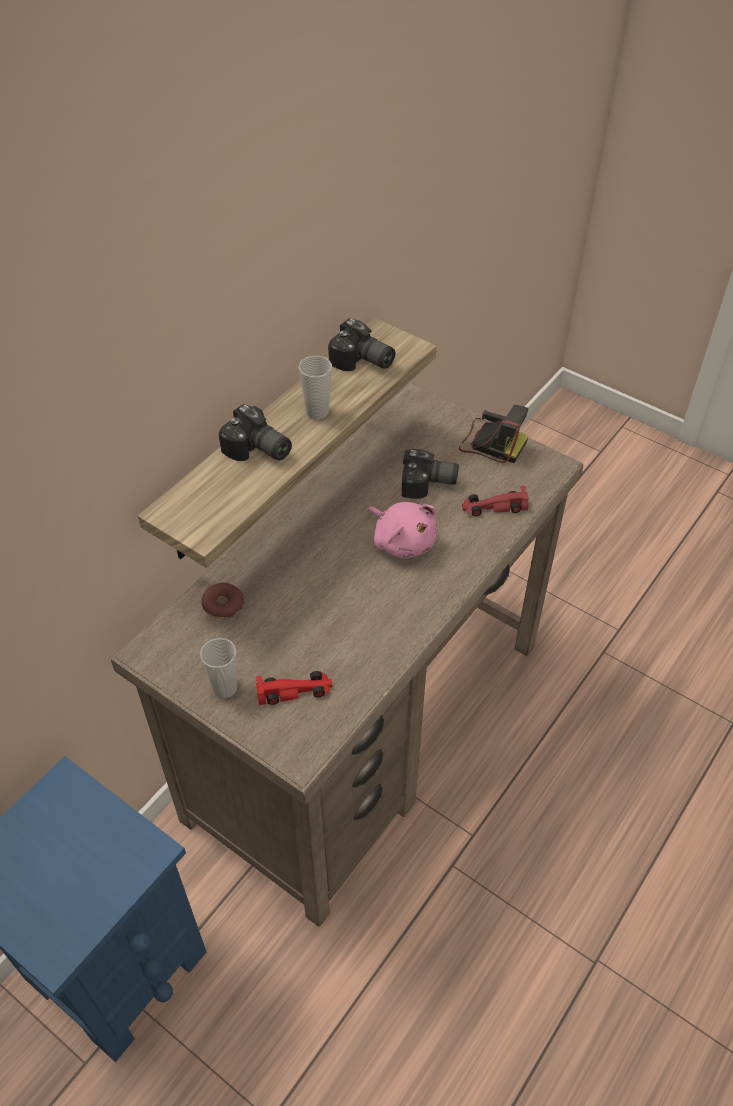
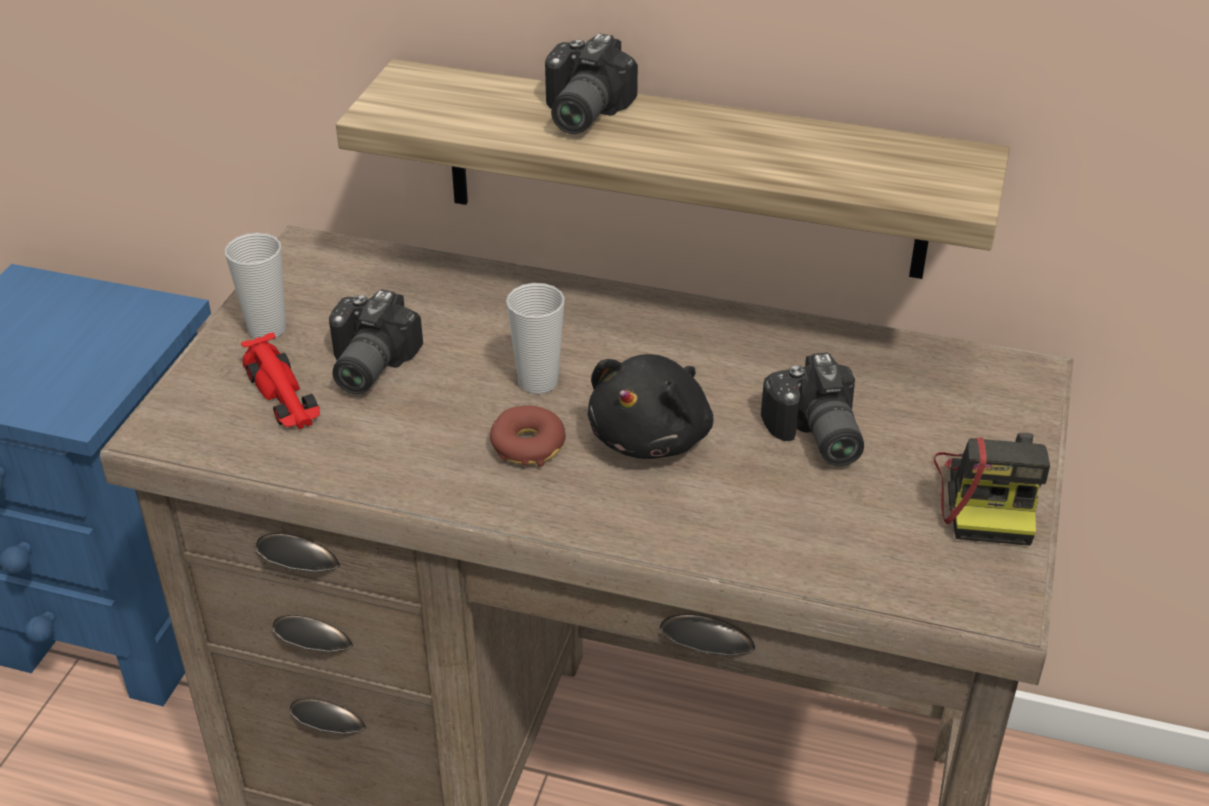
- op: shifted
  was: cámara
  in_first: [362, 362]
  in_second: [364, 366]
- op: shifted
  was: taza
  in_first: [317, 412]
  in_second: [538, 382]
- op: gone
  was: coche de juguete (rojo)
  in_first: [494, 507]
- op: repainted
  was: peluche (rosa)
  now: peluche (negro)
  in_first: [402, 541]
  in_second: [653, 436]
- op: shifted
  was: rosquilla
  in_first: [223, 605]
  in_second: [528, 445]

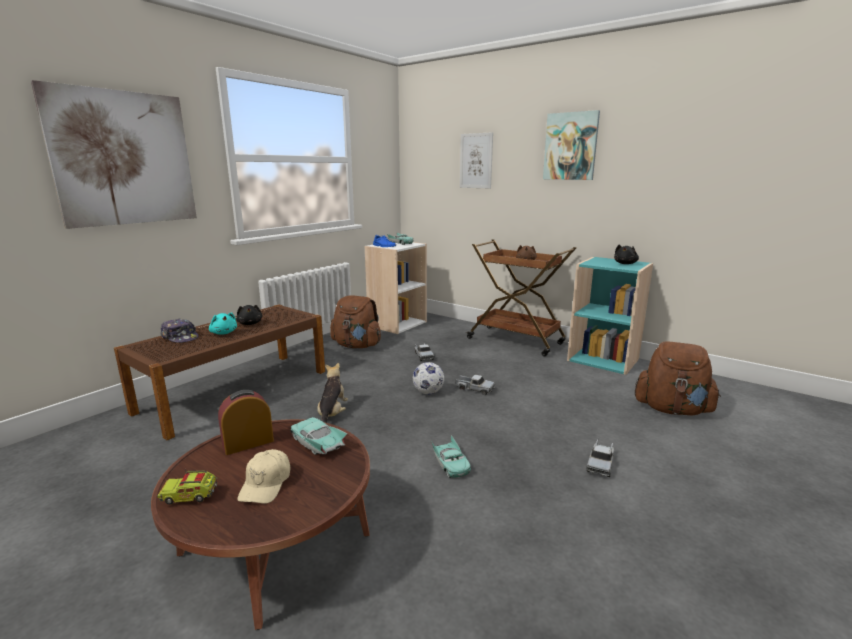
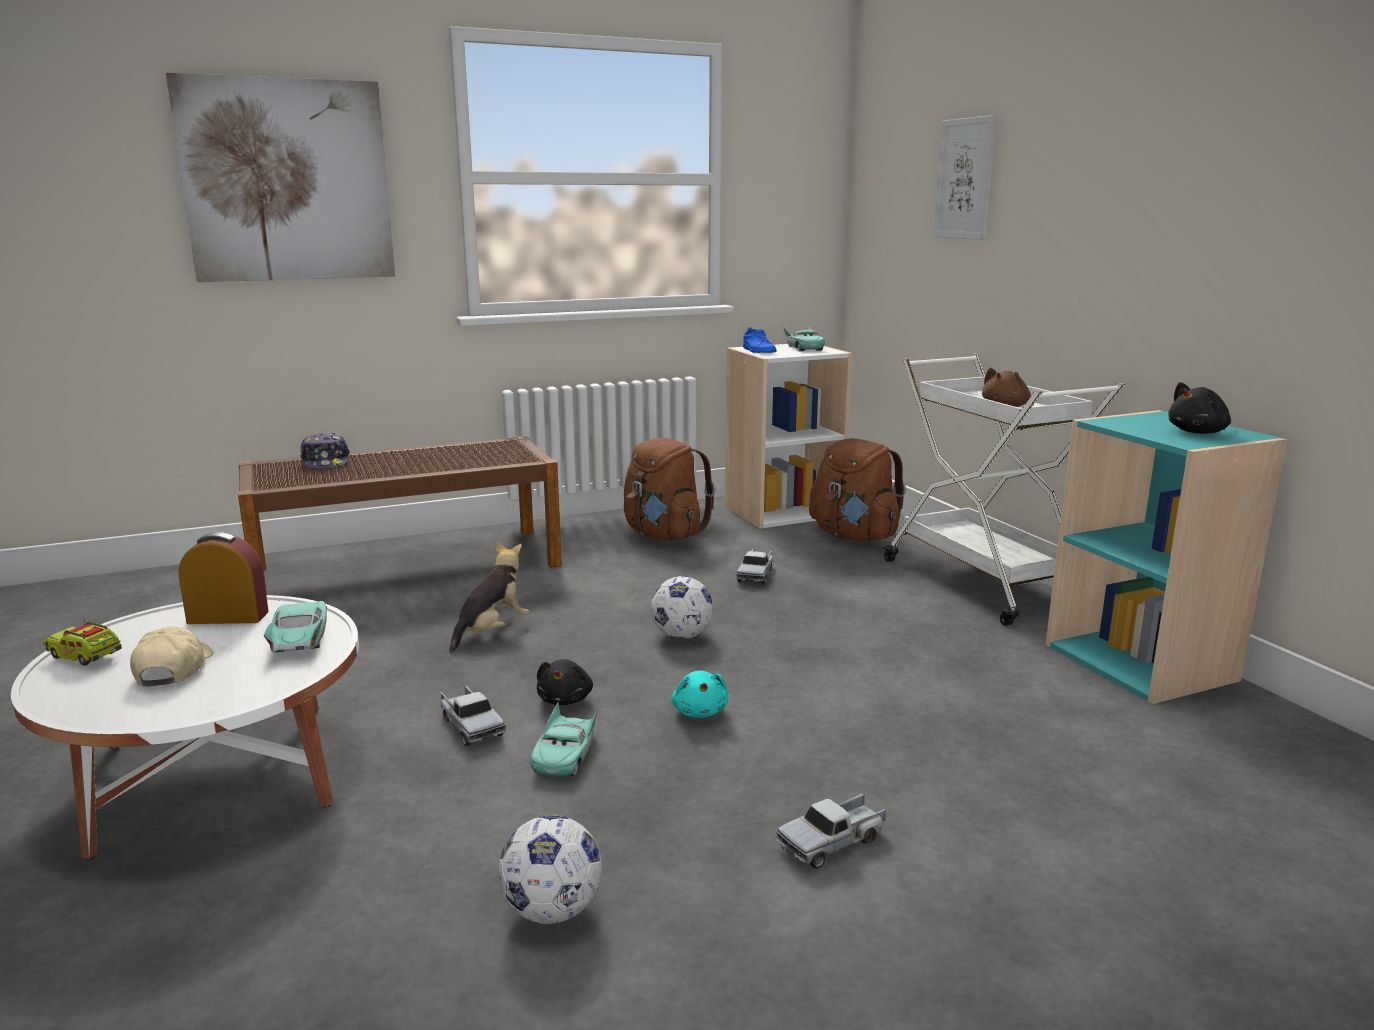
- op: gone
  was: cuadro
  in_first: [570, 146]
- op: repainted
  was: carrito (marrón)
  now: carrito (blanco)
  in_first: [515, 341]
  in_second: [980, 585]
- op: shifted
  was: peluche (negro)
  in_first: [250, 323]
  in_second: [566, 699]
- op: shifted
  was: peluche (turquesa)
  in_first: [224, 333]
  in_second: [700, 711]
- op: shifted
  was: mochila (marrón)
  in_first: [672, 409]
  in_second: [854, 536]
- op: shifted
  was: camión de juguete
  in_first: [474, 389]
  in_second: [471, 726]
- op: repainted
  was: mesa de centro (marrón)
  now: mesa de centro (blanco)
  in_first: [276, 544]
  in_second: [215, 775]
- op: rotated
  was: gorra (beis)
  in_first: [266, 484]
  in_second: [173, 669]
  clockwise: 135
- op: new
  now: balón de fútbol
  in_second: [552, 911]

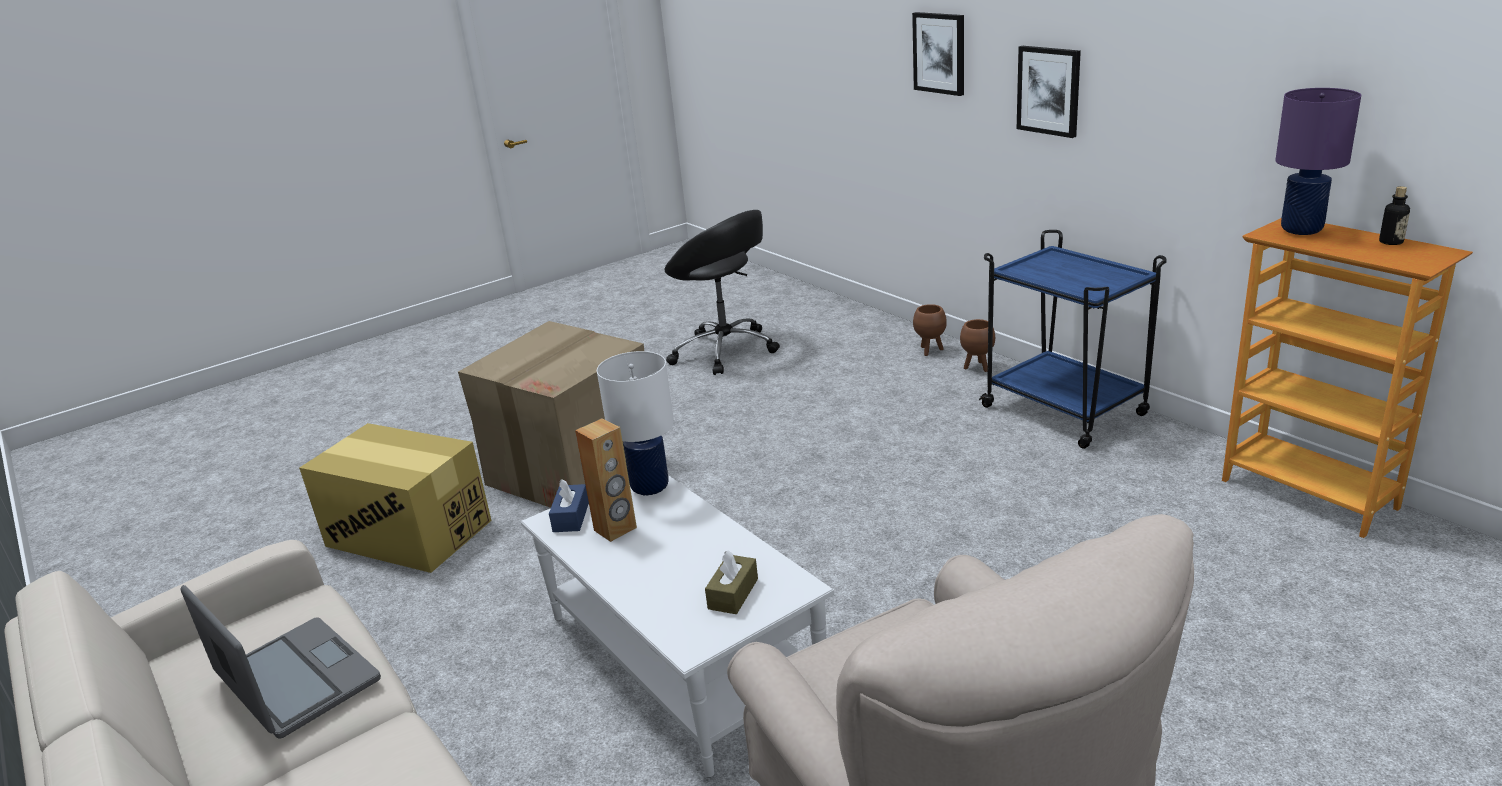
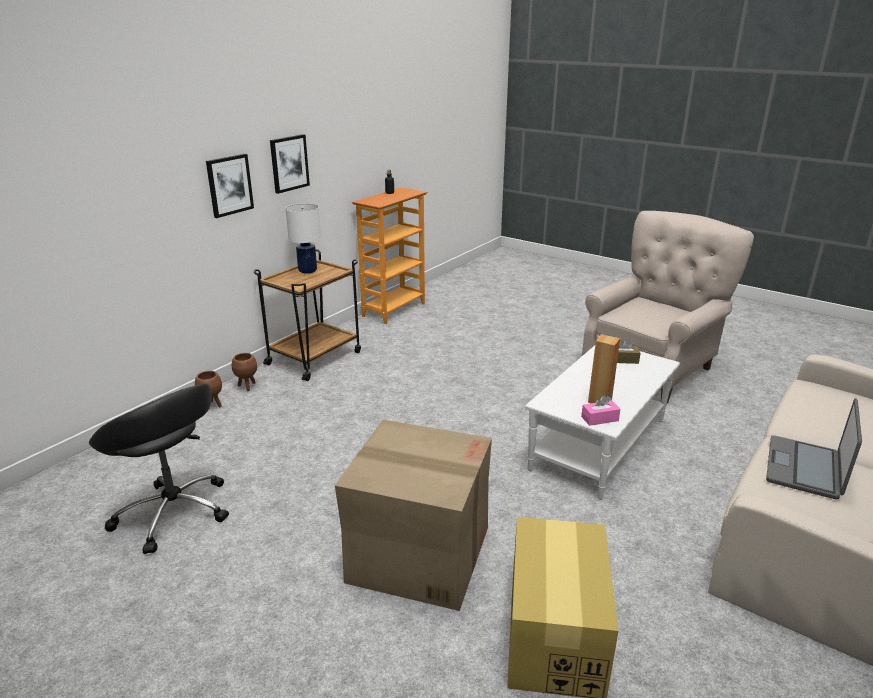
- op: shifted
  was: cuadro
  in_first: [939, 53]
  in_second: [289, 163]
- op: gone
  was: lámpara de mesa (morado)
  in_first: [1302, 232]
- op: rotated
  was: silla de oficina (negro)
  in_first: [726, 351]
  in_second: [175, 514]
  clockwise: 105
- op: repainted
  was: carrito (azul)
  now: carrito (marrón)
  in_first: [1065, 411]
  in_second: [315, 358]
- op: shifted
  was: lámpara de mesa (blanco)
  in_first: [650, 488]
  in_second: [307, 271]
- op: repainted
  was: caja de pañuelos (azul)
  now: caja de pañuelos (rosa)
  in_first: [571, 517]
  in_second: [599, 419]

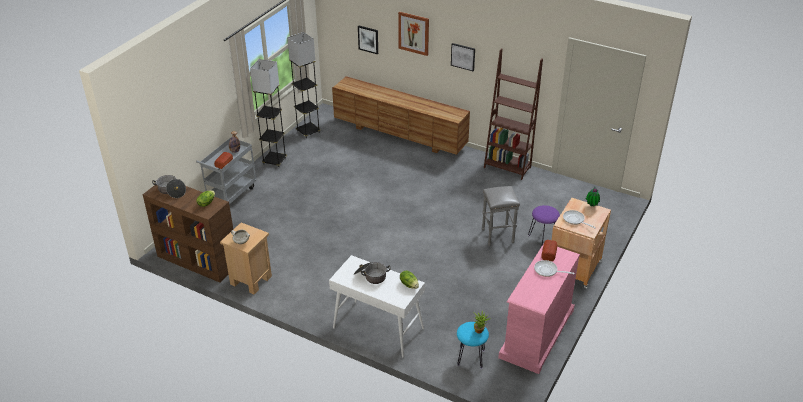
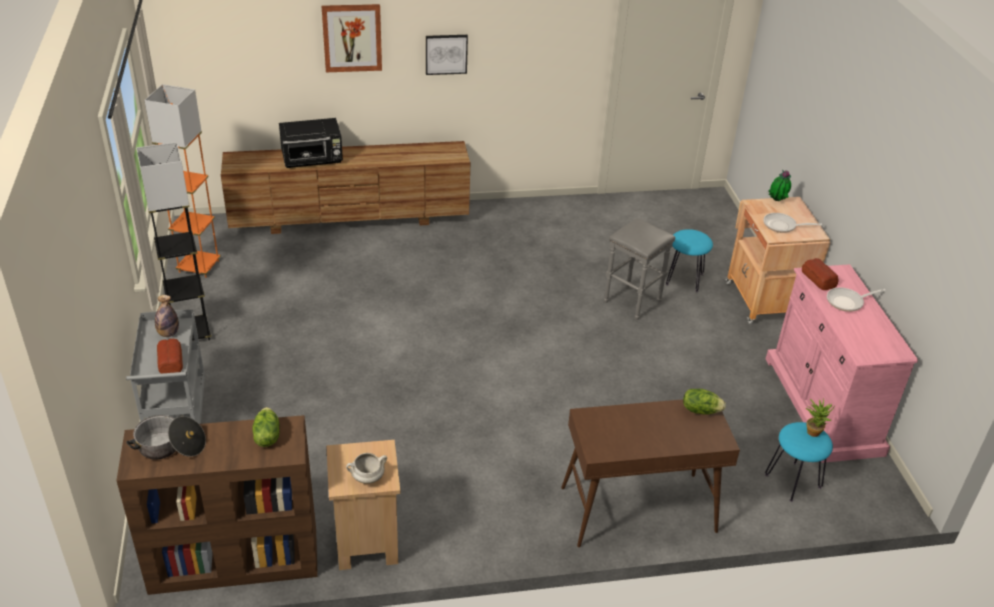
- op: gone
  was: cuadro
  in_first: [368, 39]
- op: repainted
  was: lámpara de pie (gris)
  now: lámpara de pie (naranja)
  in_first: [308, 131]
  in_second: [199, 266]
- op: gone
  was: estantería (marrón)
  in_first: [507, 167]
- op: repainted
  was: taburete (morado)
  now: taburete (turquesa)
  in_first: [542, 237]
  in_second: [684, 279]
- op: repainted
  was: mesa consola (blanco)
  now: mesa consola (marrón)
  in_first: [377, 328]
  in_second: [637, 510]
- op: gone
  was: olla
  in_first: [371, 276]
- op: new
  now: microondas (negro)
  in_second: [313, 159]

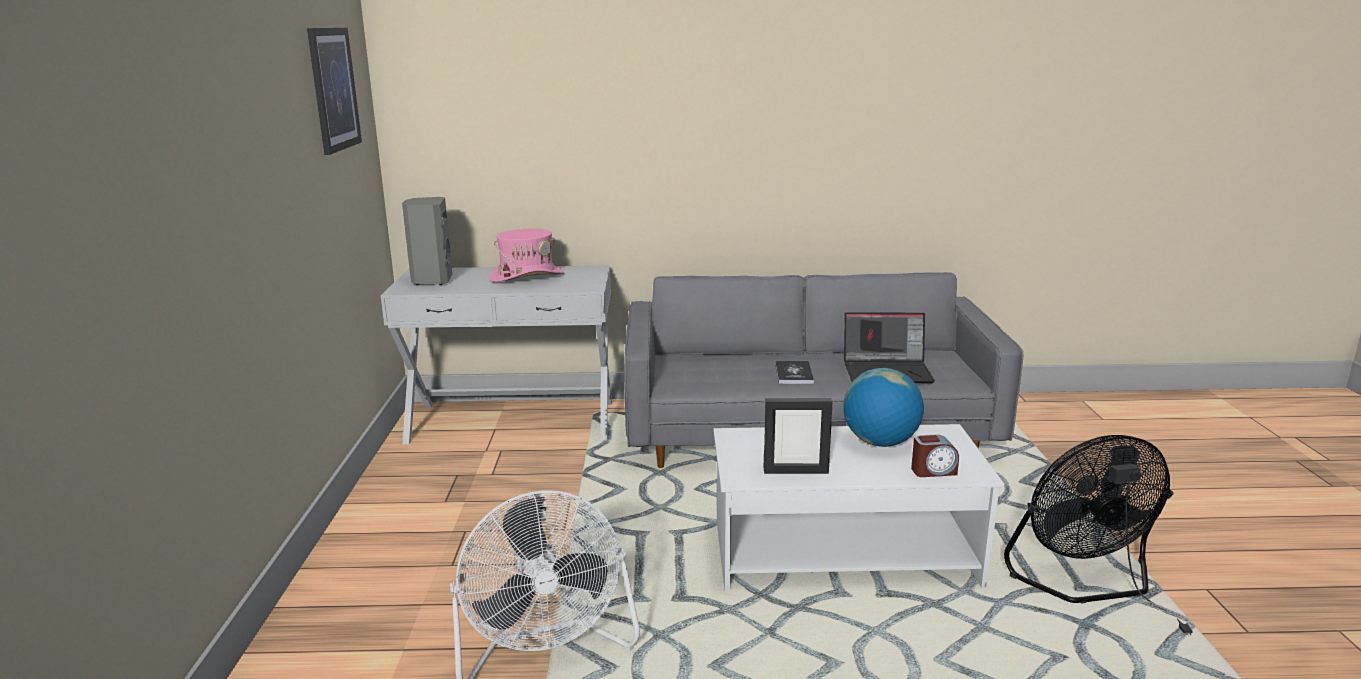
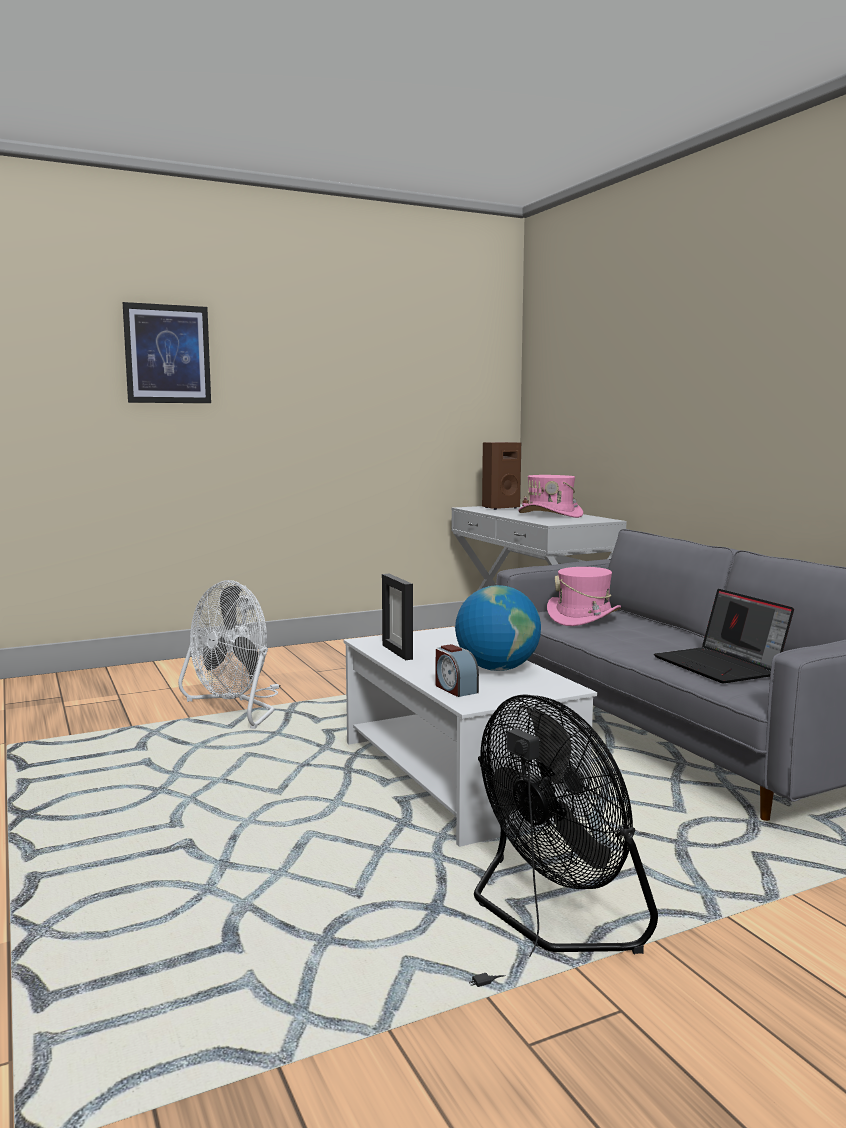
- op: shifted
  was: cuadro
  in_first: [333, 89]
  in_second: [167, 354]
- op: repainted
  was: altavoz (gris)
  now: altavoz (marrón)
  in_first: [431, 281]
  in_second: [500, 508]
- op: gone
  was: libro
  in_first: [794, 373]
- op: new
  now: sombrero (rosa)
  in_second: [583, 618]

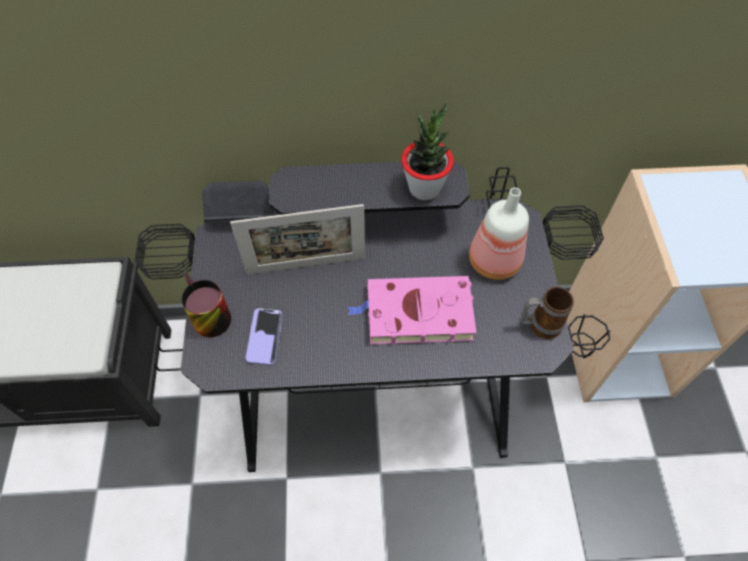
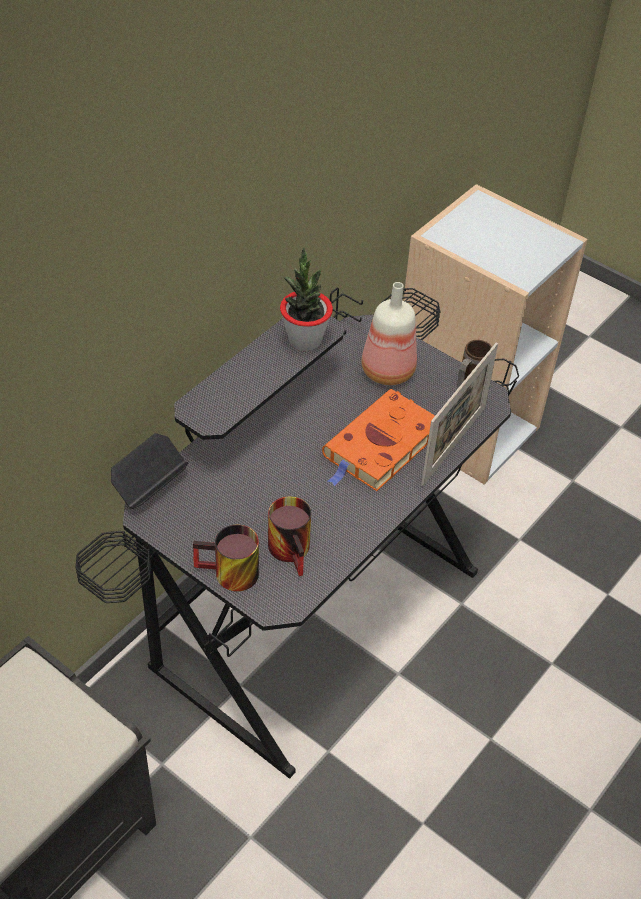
- op: shifted
  was: portarretratos
  in_first: [306, 265]
  in_second: [454, 445]
- op: repainted
  was: libro (rosa)
  now: libro (naranja)
  in_first: [415, 314]
  in_second: [380, 447]
- op: swapped
  was: móvil
  now: taza grande
  in_first: [265, 337]
  in_second: [294, 550]

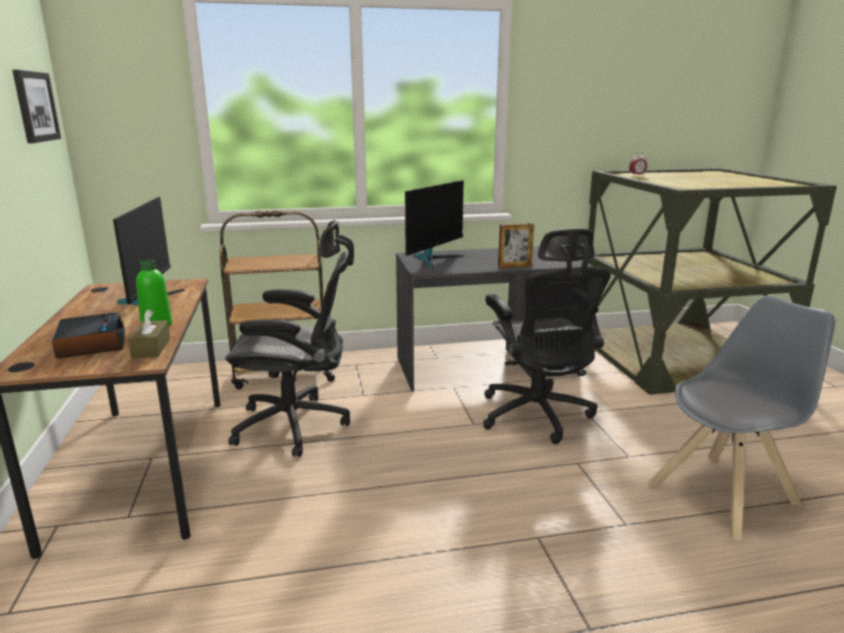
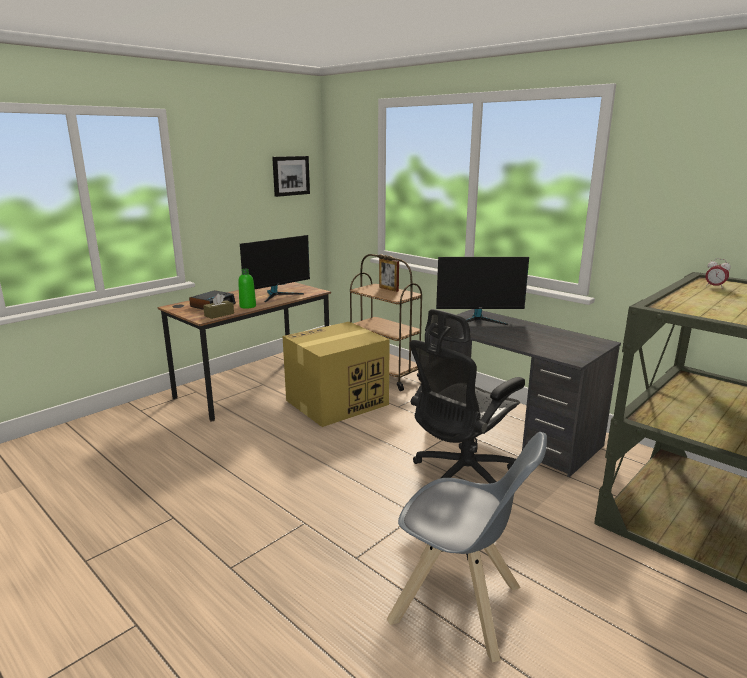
- op: swapped
  was: silla de oficina
  now: caja de cartón
  in_first: [297, 425]
  in_second: [336, 403]
- op: shifted
  was: portarretratos
  in_first: [514, 266]
  in_second: [388, 289]

